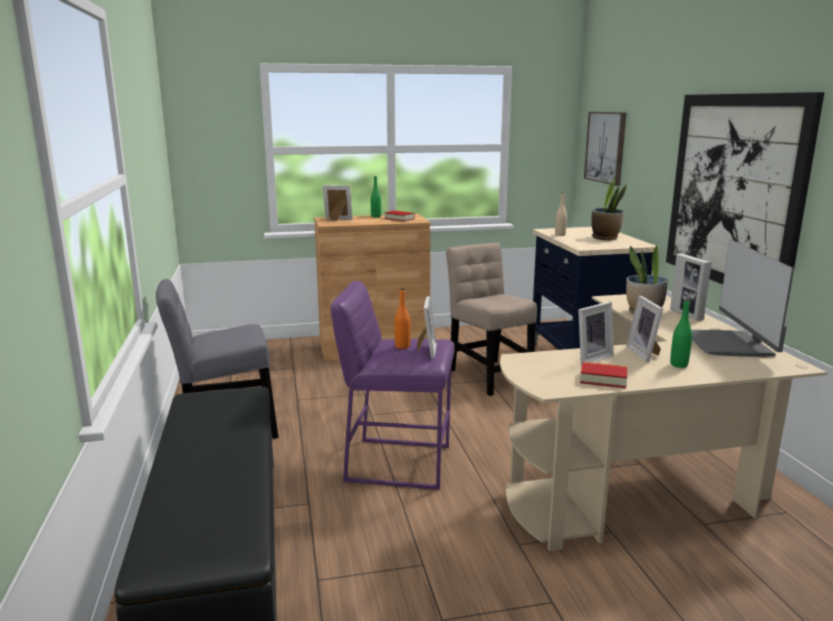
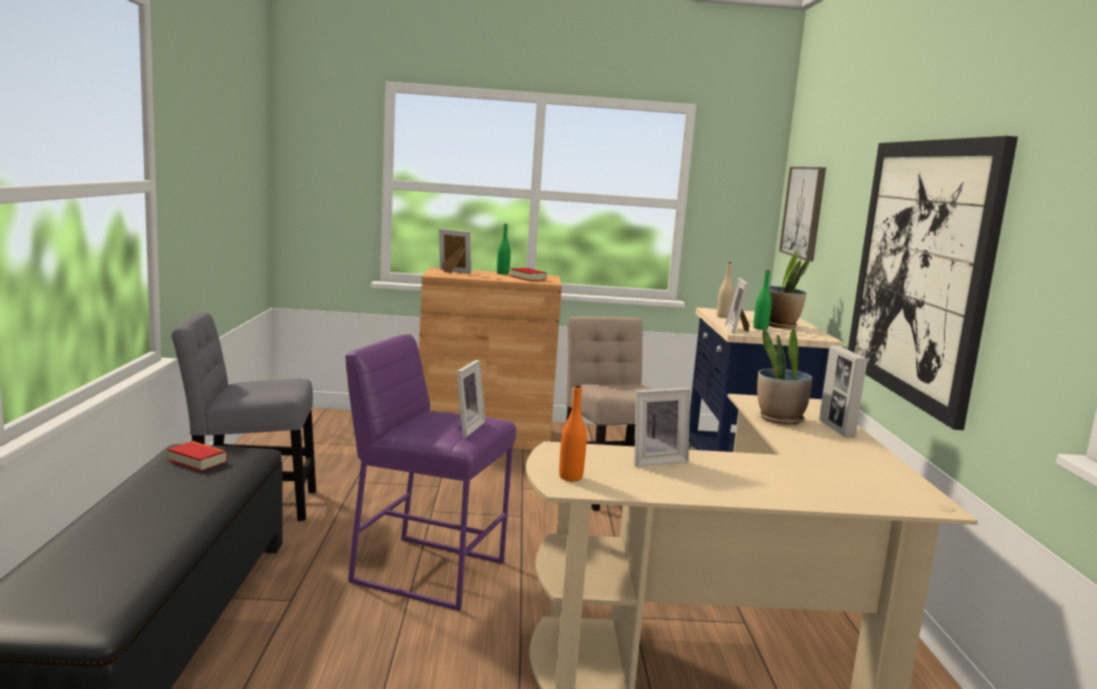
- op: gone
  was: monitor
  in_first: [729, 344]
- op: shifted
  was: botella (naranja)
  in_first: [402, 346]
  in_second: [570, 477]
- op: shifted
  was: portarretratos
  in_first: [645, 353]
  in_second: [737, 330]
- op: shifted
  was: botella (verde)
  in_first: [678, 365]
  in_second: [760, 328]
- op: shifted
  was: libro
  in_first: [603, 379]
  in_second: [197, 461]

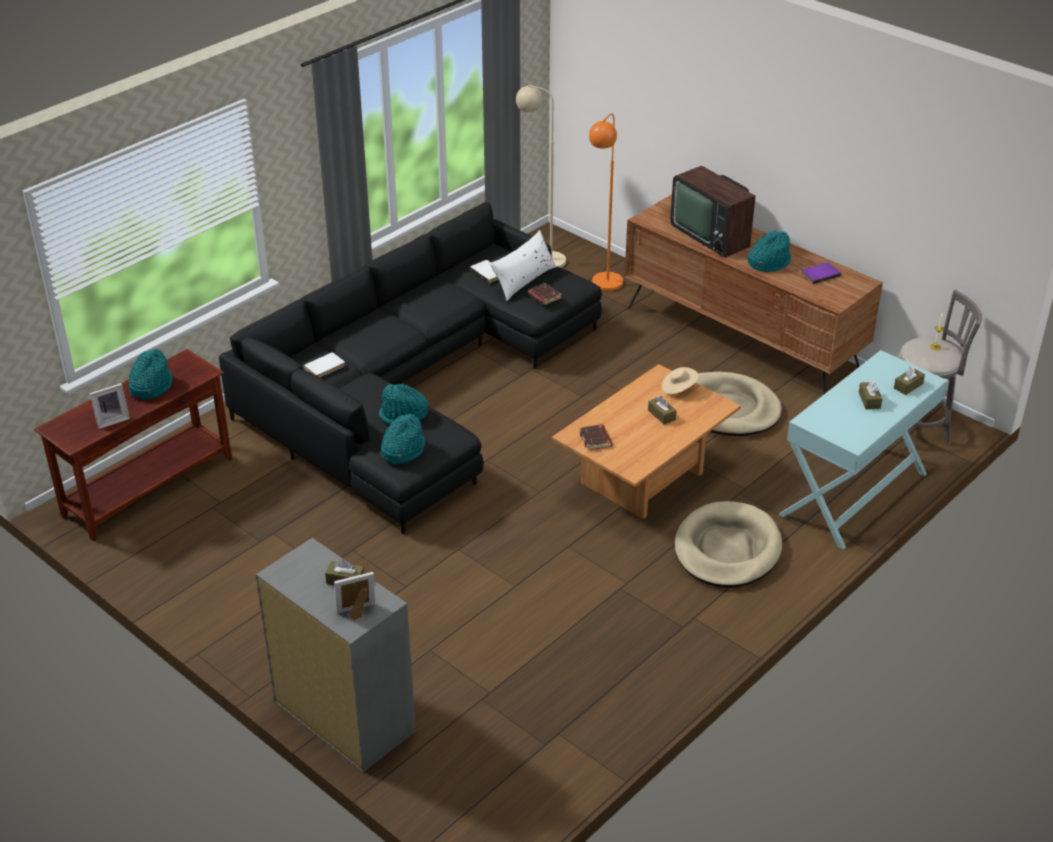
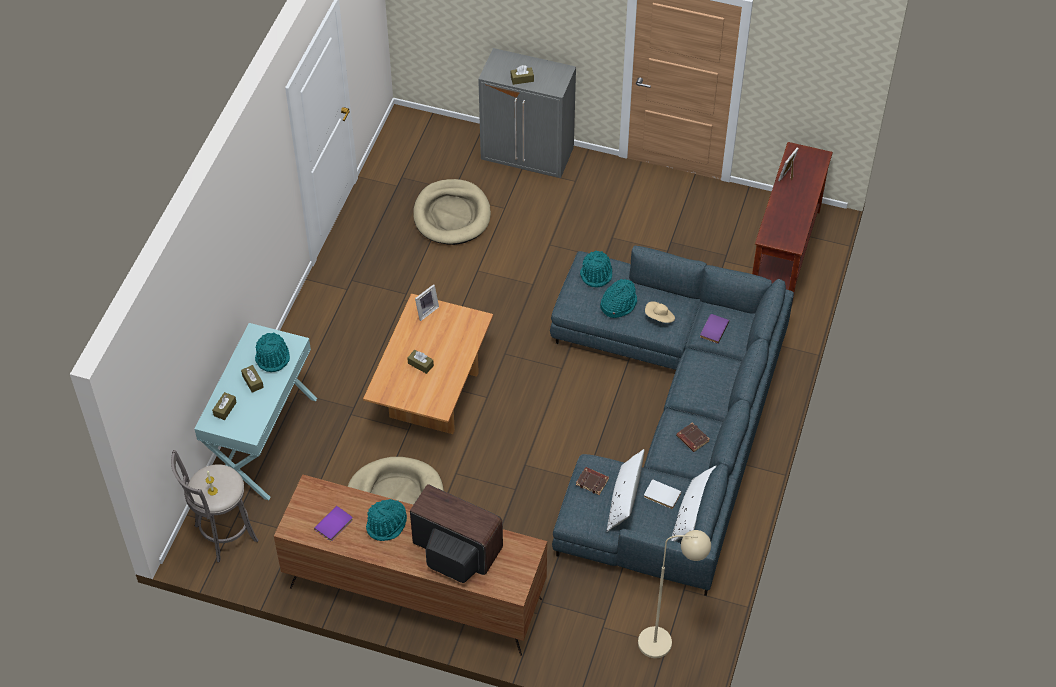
- op: gone
  was: lámpara de pie (naranja)
  in_first: [603, 288]
- op: repainted
  was: sofá (negro)
  now: sofá (azul)
  in_first: [414, 385]
  in_second: [670, 423]
- op: shifted
  was: sombrero (turquesa)
  in_first: [151, 386]
  in_second: [273, 357]
- op: repainted
  was: libro (blanco)
  now: libro (morado)
  in_first: [325, 367]
  in_second: [713, 329]
- op: shifted
  was: sombrero (beis)
  in_first: [678, 388]
  in_second: [659, 318]
- op: shifted
  was: libro (marrón)
  in_first: [596, 440]
  in_second: [692, 439]
- op: shifted
  was: cama para perro (beis)
  in_first: [727, 549]
  in_second: [452, 215]
- op: shifted
  was: portarretratos
  in_first: [357, 612]
  in_second: [426, 311]
- op: new
  now: cojín (blanco)
  in_second: [691, 514]

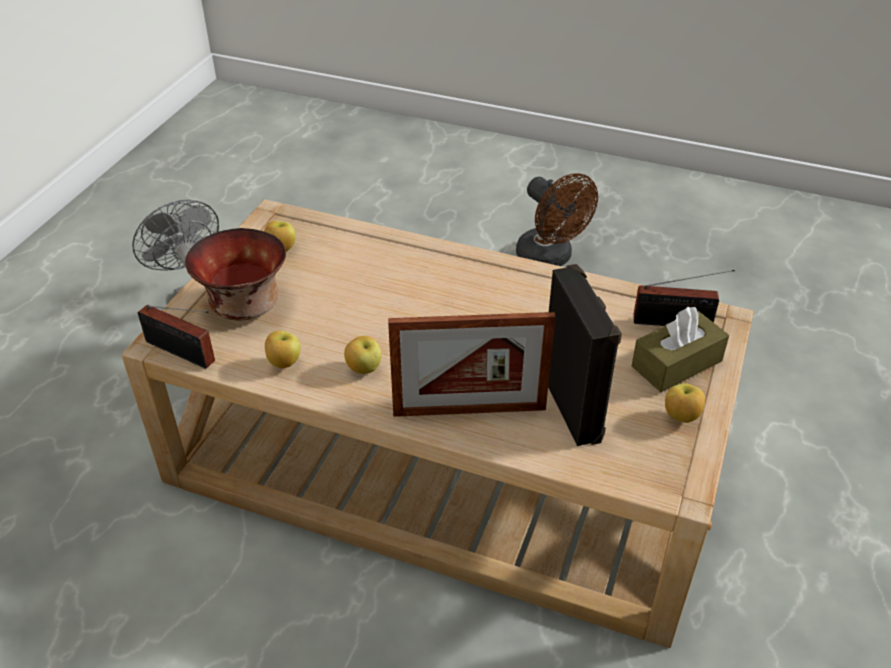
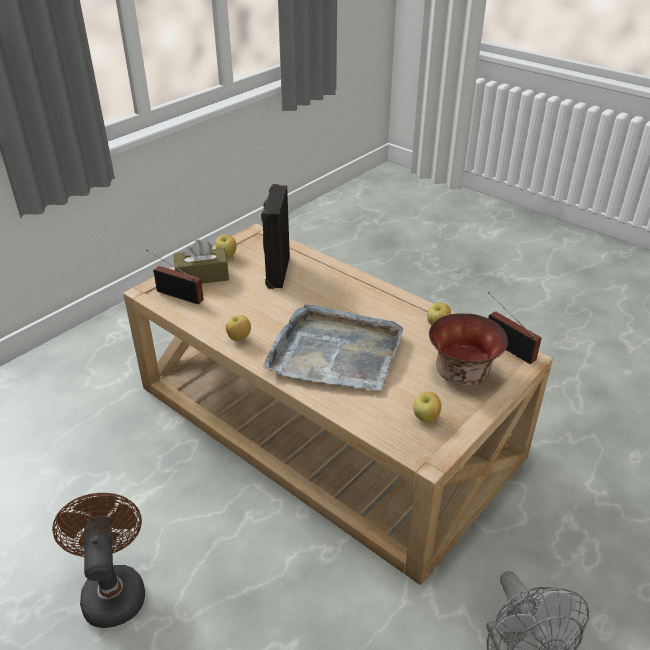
- op: gone
  was: portarretratos
  in_first: [469, 411]
- op: shifted
  was: manzana
  in_first: [364, 369]
  in_second: [239, 338]
- op: new
  now: bandeja (gris)
  in_second: [335, 352]

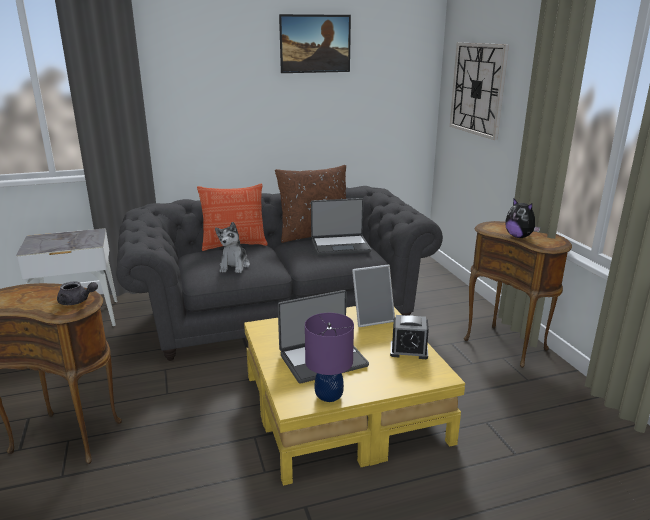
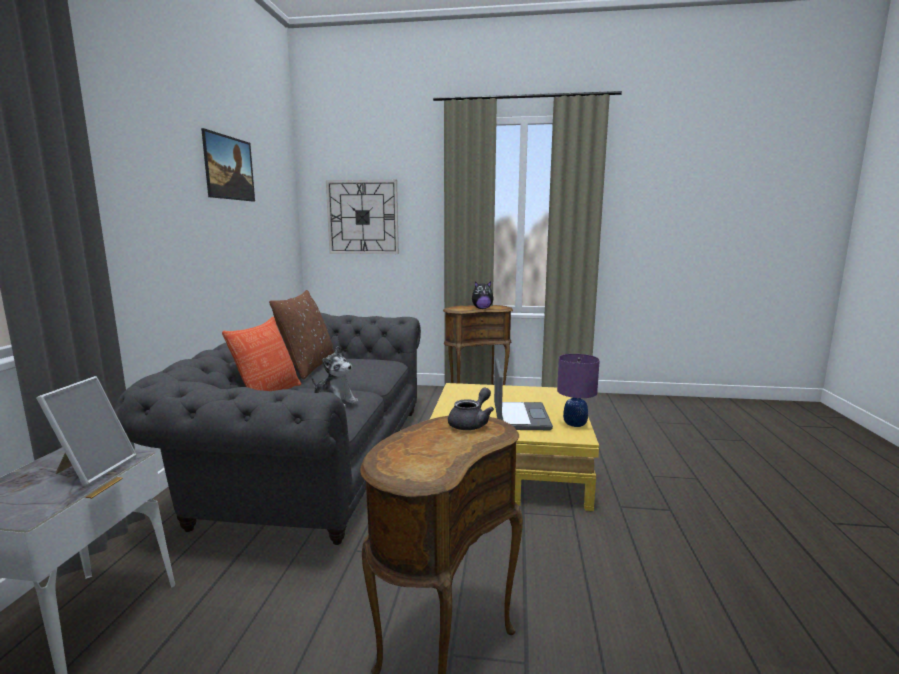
- op: gone
  was: portátil
  in_first: [340, 246]
- op: shifted
  was: portarretratos
  in_first: [372, 318]
  in_second: [93, 469]
- op: gone
  was: despertador
  in_first: [408, 351]

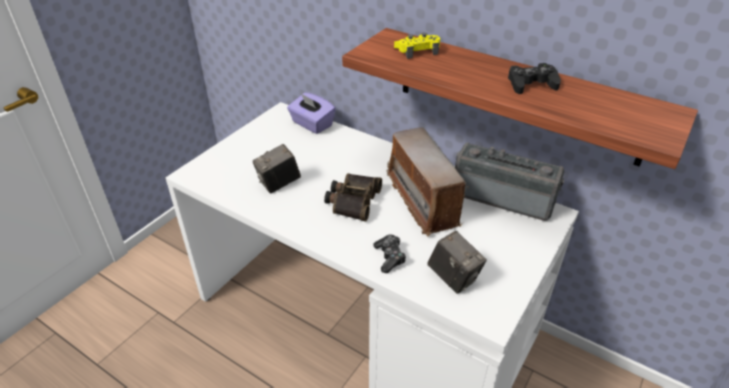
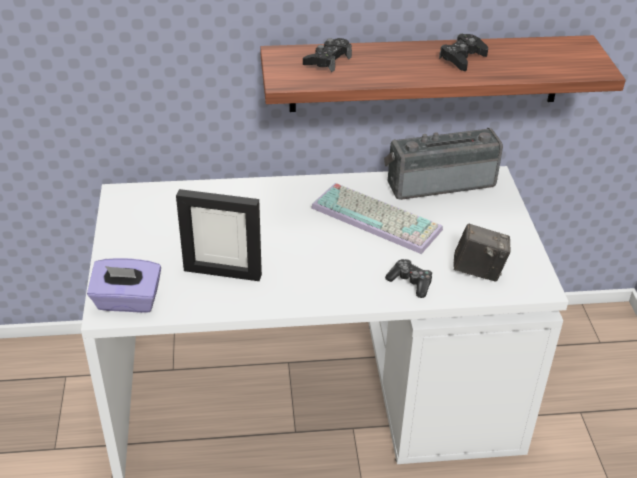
- op: repainted
  was: mando de consola (amarillo)
  now: mando de consola (negro)
  in_first: [417, 51]
  in_second: [327, 60]
- op: shifted
  was: caja de pañuelos (morado)
  in_first: [312, 124]
  in_second: [127, 301]
- op: swapped
  was: radio
  now: teclado
  in_first: [423, 200]
  in_second: [378, 218]
- op: swapped
  was: cámara
  now: portarretratos
  in_first: [279, 184]
  in_second: [223, 271]
- op: gone
  was: prismáticos
  in_first: [353, 200]

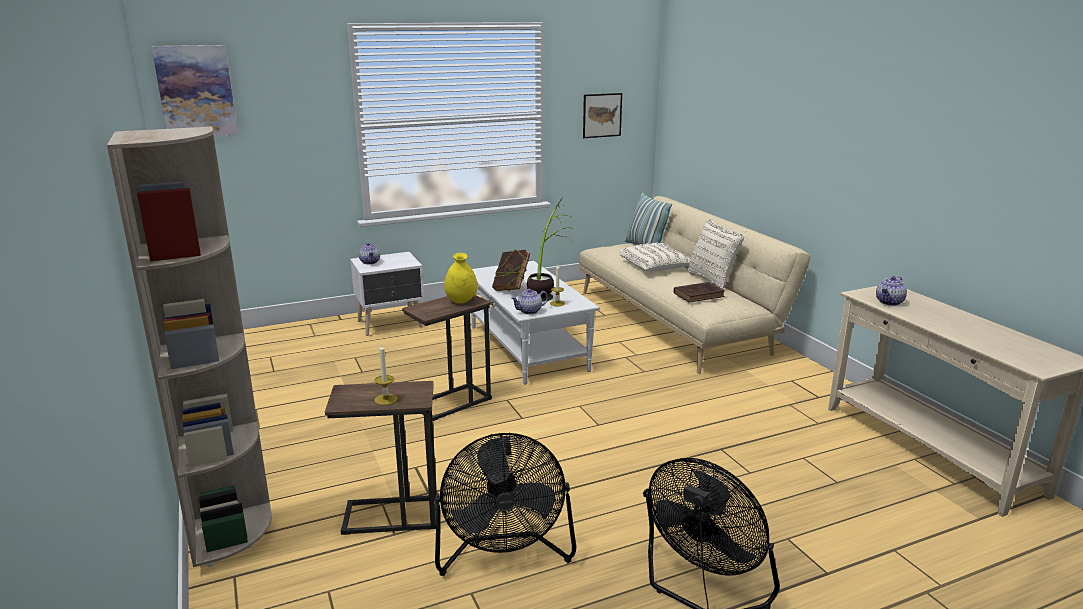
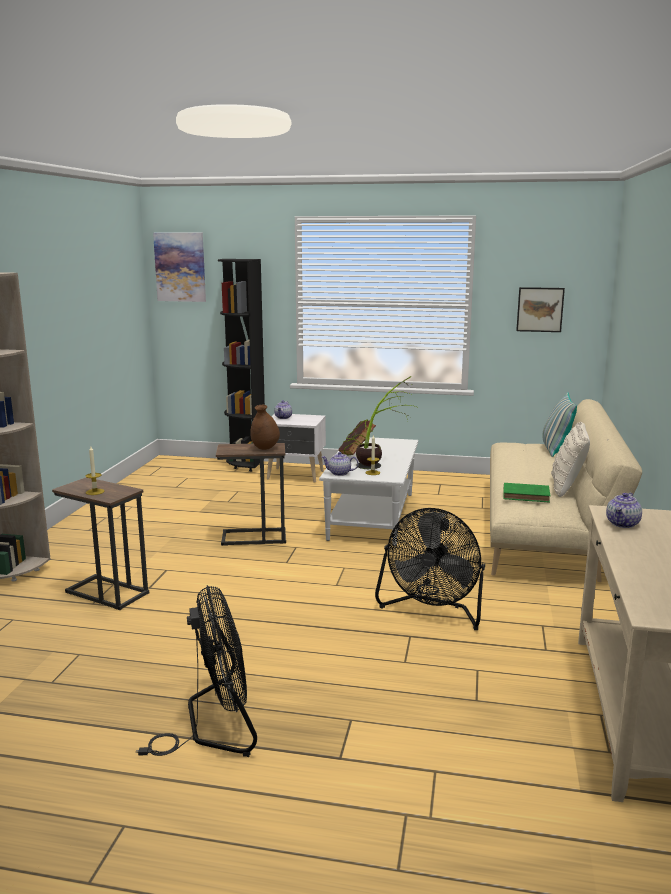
- op: gone
  was: cojín (beis)
  in_first: [655, 265]
- op: repainted
  was: florero (amarillo)
  now: florero (marrón)
  in_first: [461, 301]
  in_second: [265, 448]
- op: rotated
  was: tetera
  in_first: [889, 302]
  in_second: [623, 524]
  clockwise: -45
- op: repainted
  was: libro (marrón)
  now: libro (verde)
  in_first: [699, 295]
  in_second: [527, 496]
- op: shifted
  was: ventilador (negro)
  in_first: [498, 551]
  in_second: [430, 608]
- op: new
  now: estantería (negro)
  in_second: [244, 466]

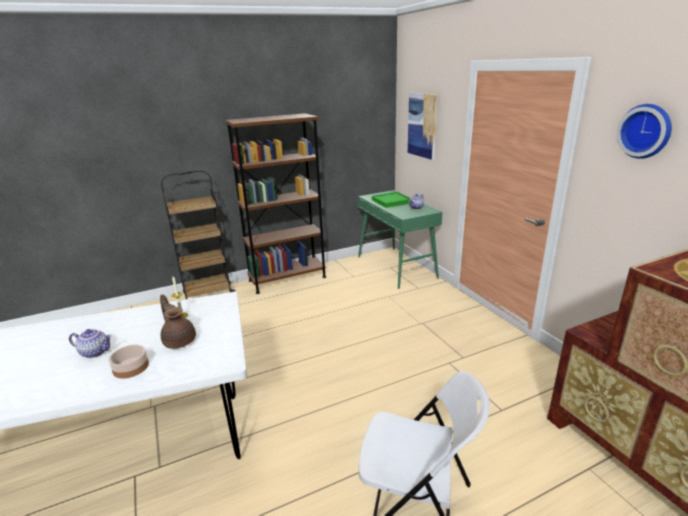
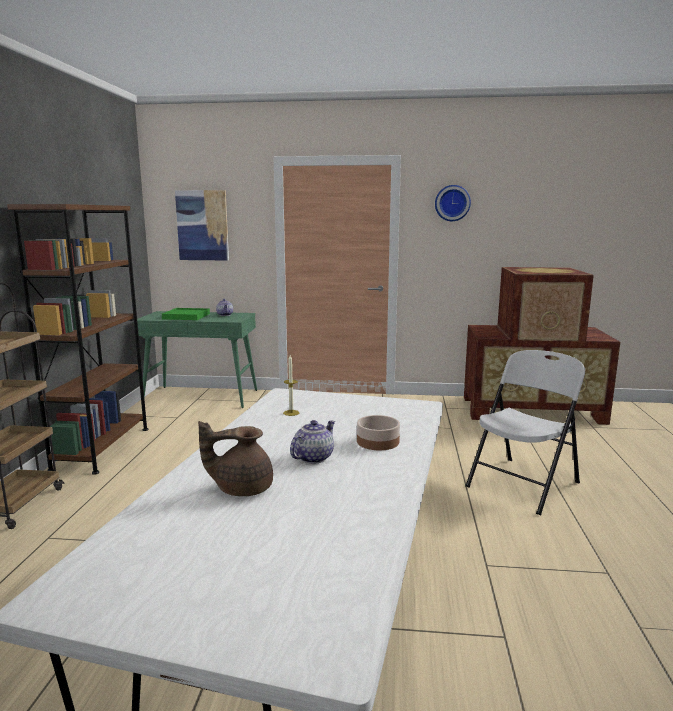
- op: shifted
  was: tetera (marrón)
  in_first: [179, 340]
  in_second: [241, 488]

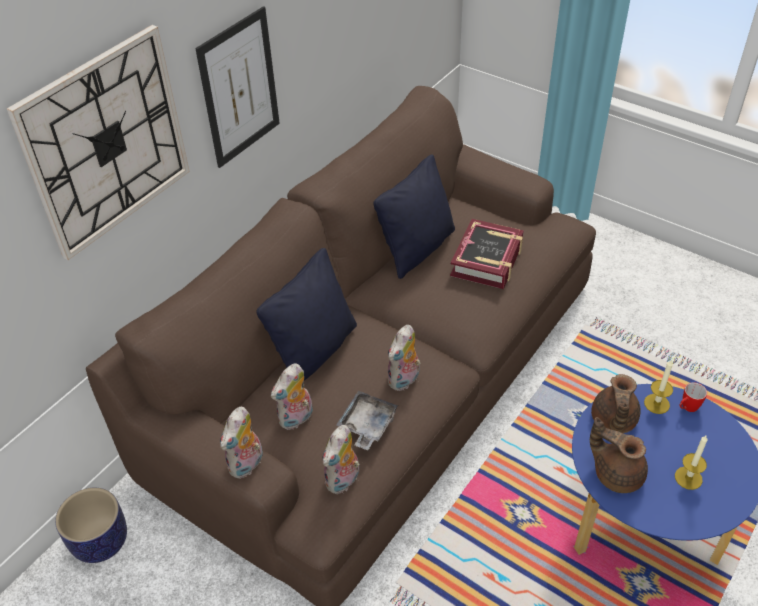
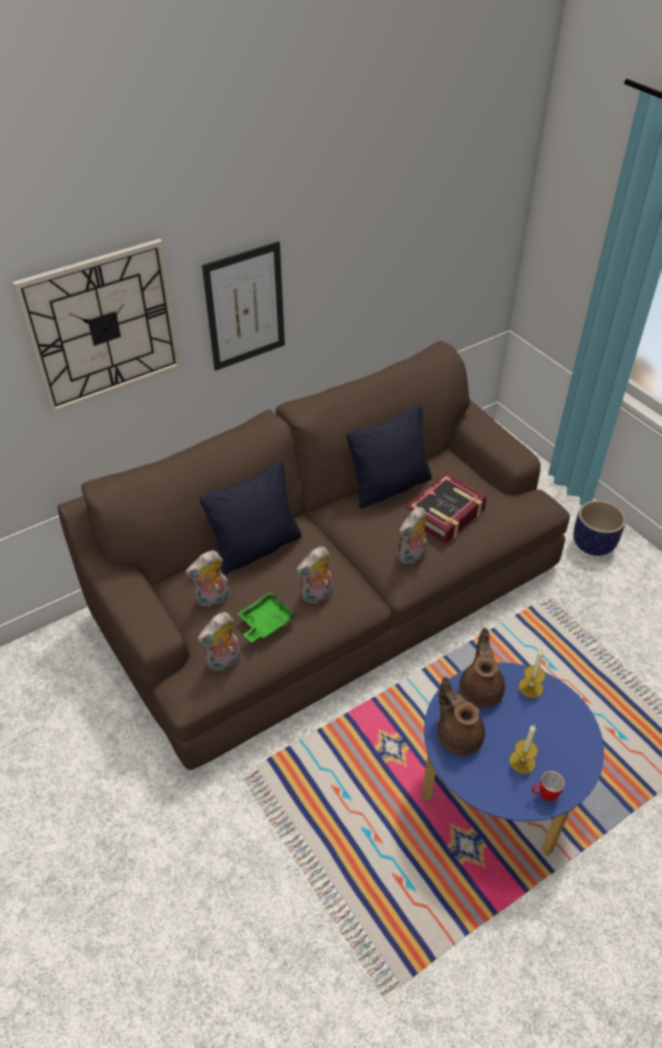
- op: rotated
  was: tetera (marrón)
  in_first: [612, 421]
  in_second: [481, 689]
  clockwise: 150
- op: shifted
  was: taza grande
  in_first: [686, 408]
  in_second: [543, 795]
- op: repainted
  was: bandeja (gris)
  now: bandeja (verde)
  in_first: [367, 425]
  in_second: [265, 622]
- op: shifted
  was: peluche
  in_first: [247, 465]
  in_second: [412, 556]
- op: shifted
  was: maceta
  in_first: [101, 541]
  in_second: [593, 544]

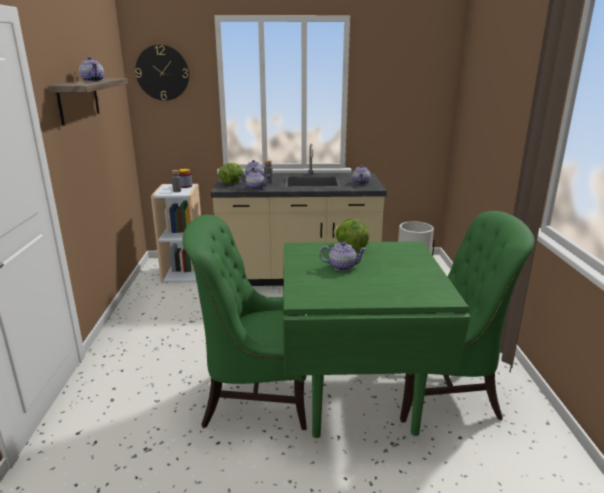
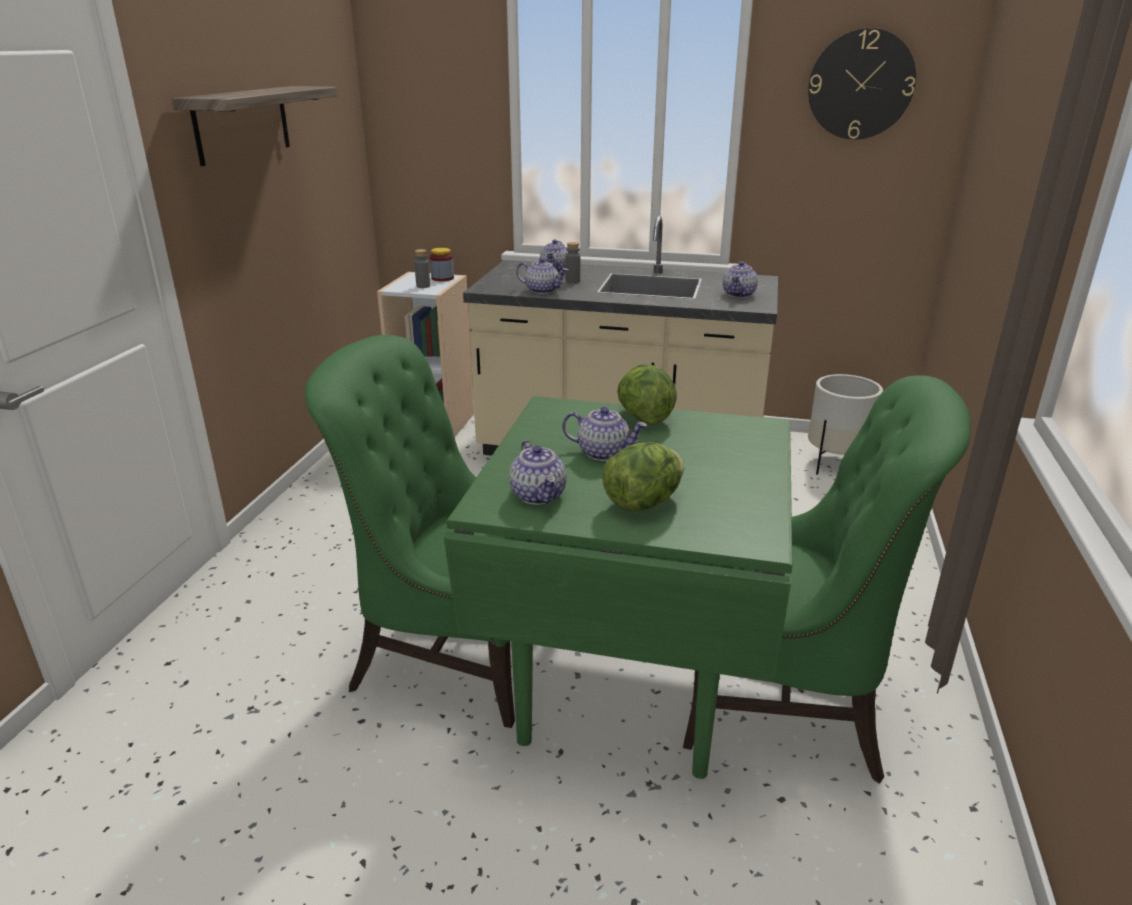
- op: shifted
  was: reloj de pared
  in_first: [162, 73]
  in_second: [861, 85]
- op: shifted
  was: tetera
  in_first: [93, 81]
  in_second: [539, 495]
- op: shifted
  was: lechuga
  in_first: [232, 183]
  in_second: [643, 503]

